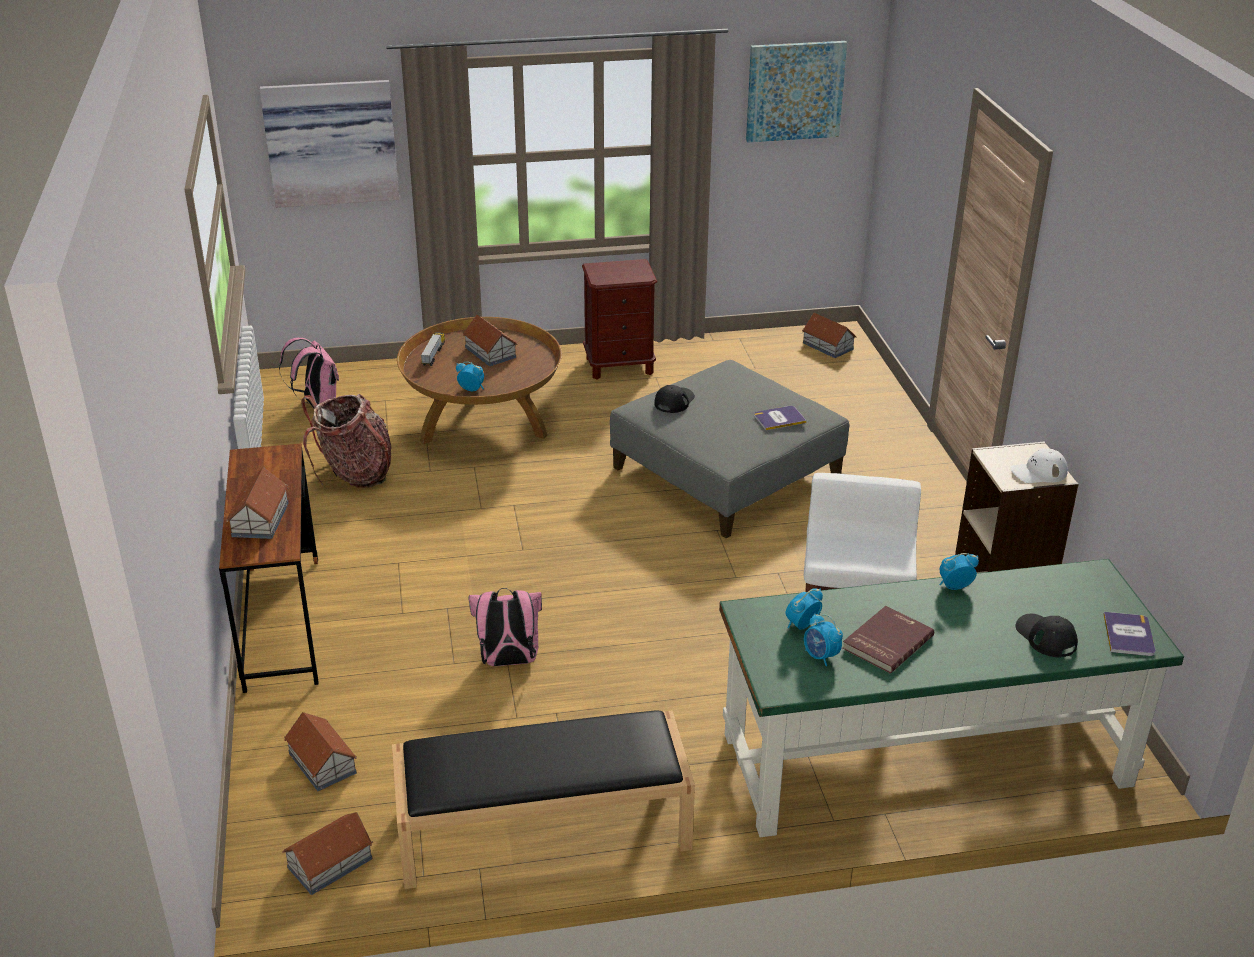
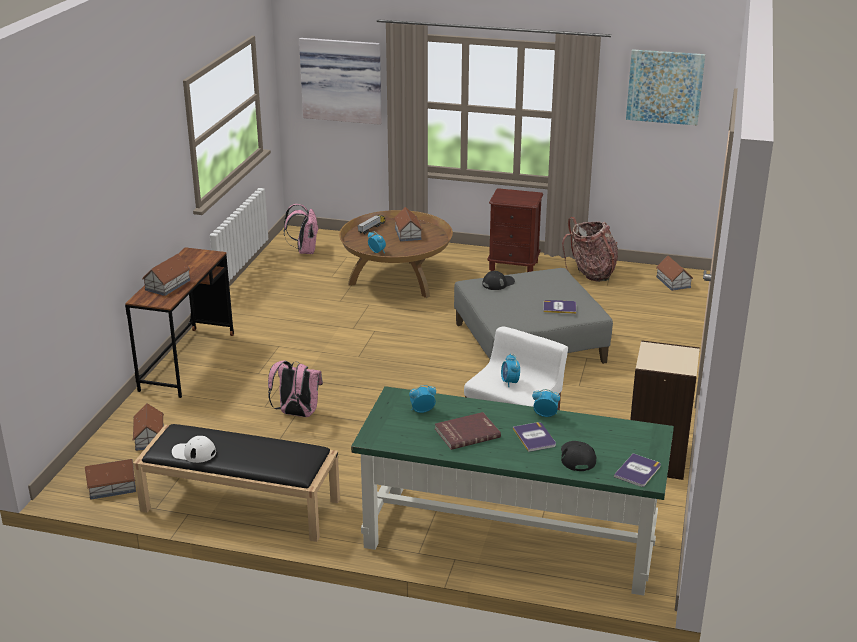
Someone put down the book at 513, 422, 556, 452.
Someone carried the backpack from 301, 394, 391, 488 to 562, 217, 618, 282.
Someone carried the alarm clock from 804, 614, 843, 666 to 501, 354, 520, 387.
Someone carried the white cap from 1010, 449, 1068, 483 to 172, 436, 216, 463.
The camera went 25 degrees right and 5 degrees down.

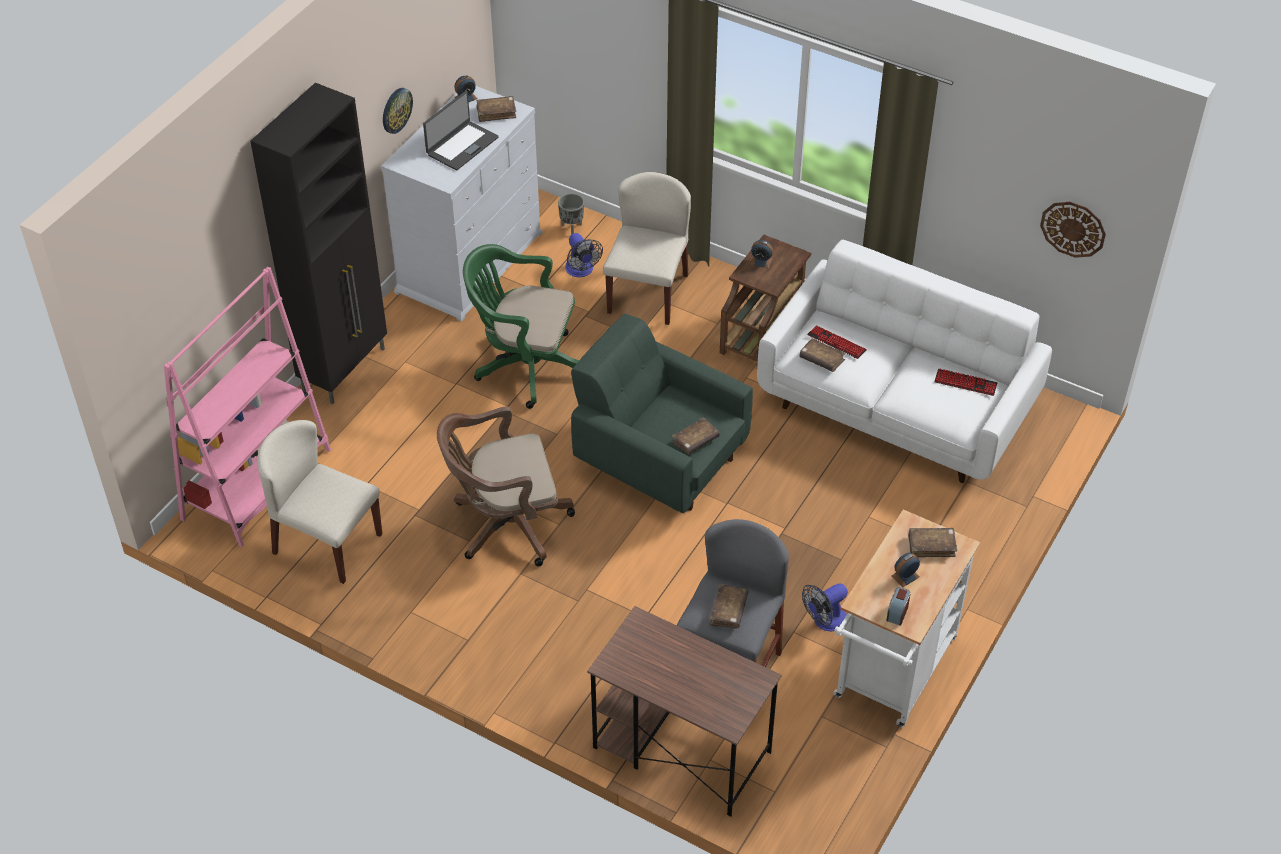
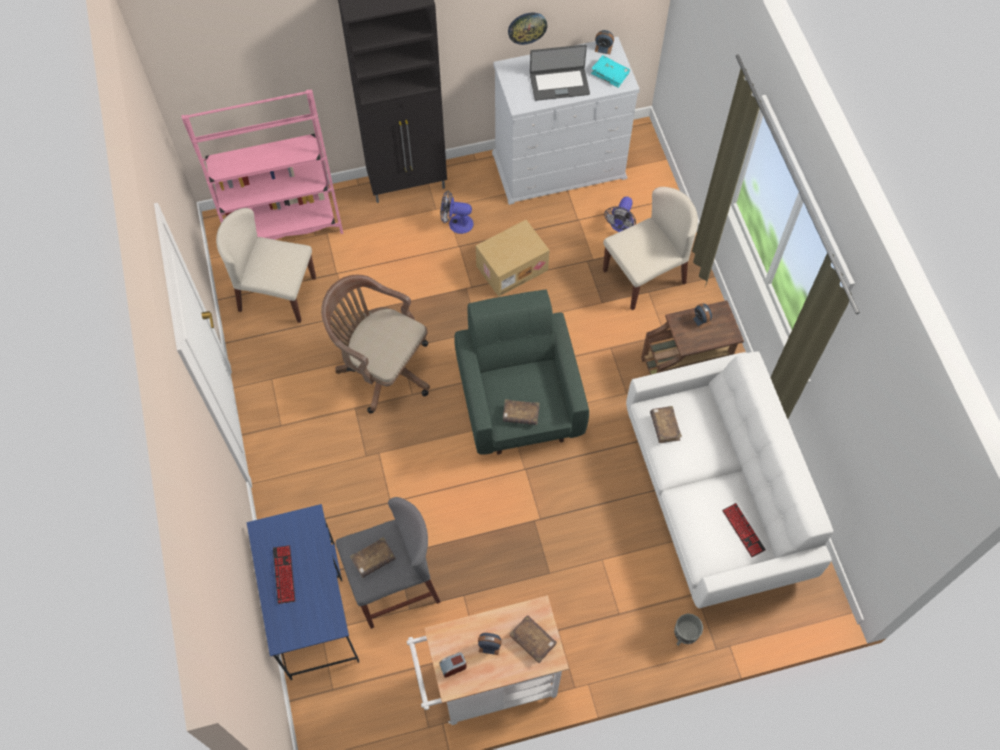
Someone took away the wall clock at 1040, 202, 1106, 258.
Someone carried the grey planter from 558, 193, 584, 234 to 674, 614, 703, 646.
Someone carried the fan from 802, 583, 848, 631 to 440, 190, 474, 234.
Someone carried the keyboard from 807, 326, 866, 359 to 273, 545, 295, 604.
Someone swapped the green office chair at 463, 244, 579, 409 for the cardboard box at 476, 220, 549, 297.
Someone repainted the brown book at 476, 96, 516, 122, which became the turquoise book at 591, 55, 630, 88.
Someone repainted the brown desk at 587, 606, 782, 817, which became the blue desk at 247, 504, 359, 680.
Someone rotated the beige chair at 257, 420, 382, 584 by 60 degrees counterclockwise.
The camera went 45 degrees right and 15 degrees up.

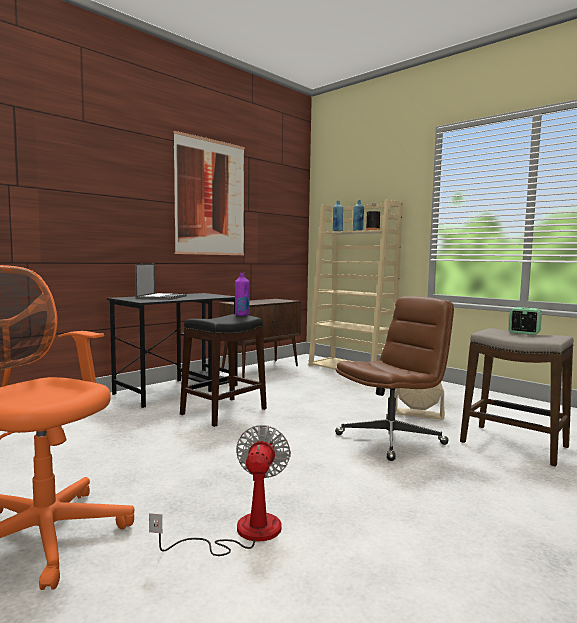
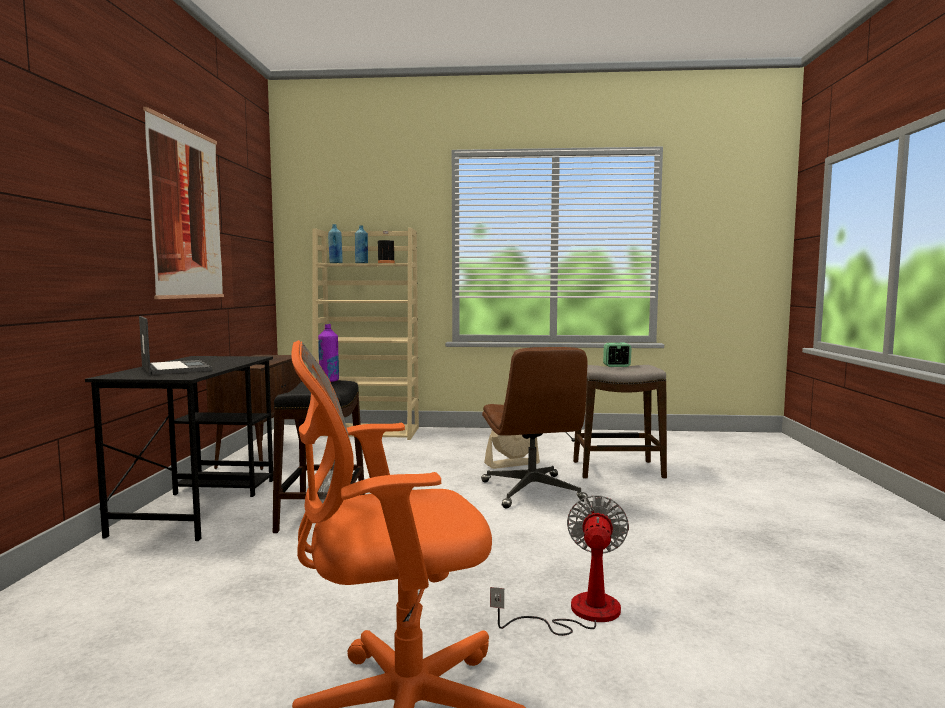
Someone rotated the fan at 149, 425, 291, 556 by 45 degrees clockwise.
Someone rotated the brown office chair at 335, 296, 454, 461 by 150 degrees clockwise.
The camera went 40 degrees left and 0 degrees up.

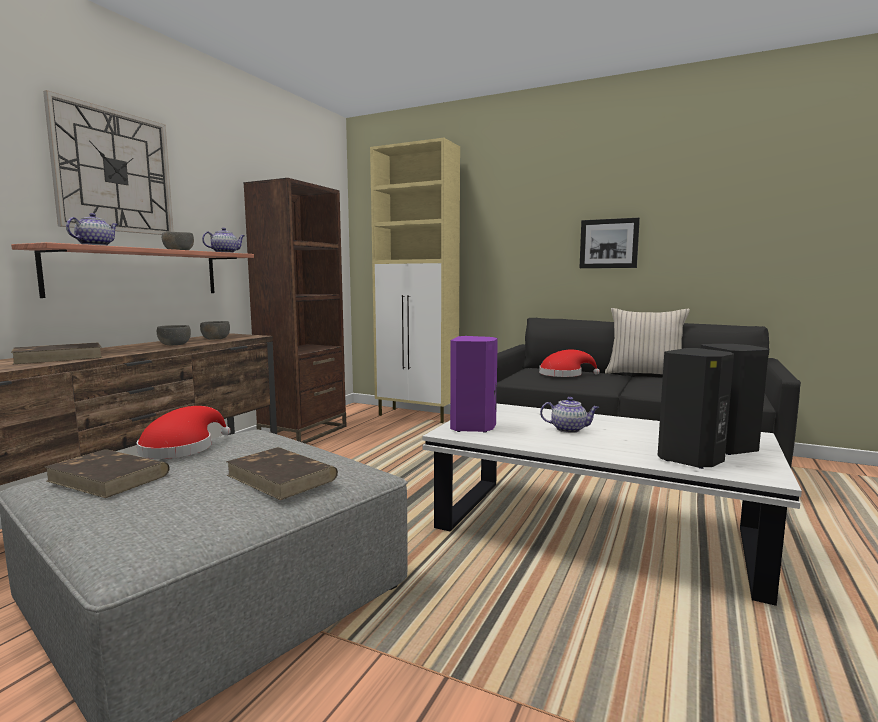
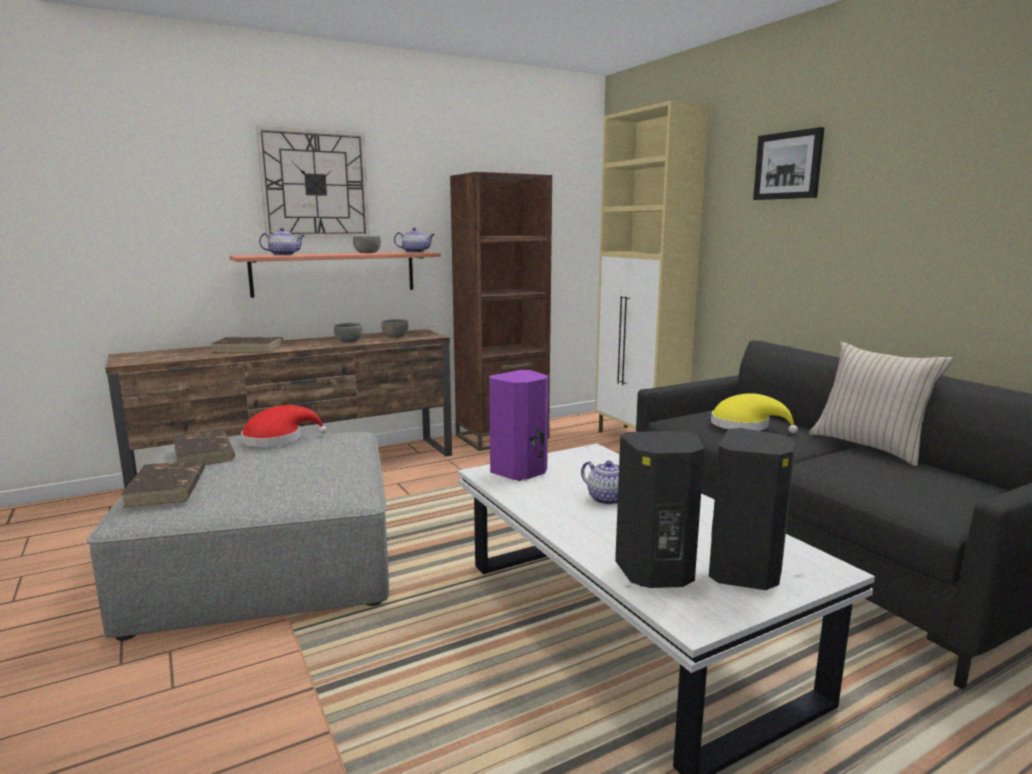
Someone carried the brown book from 226, 447, 338, 500 to 121, 460, 205, 508.
Someone carried the picture from 579, 218, 640, 268 to 753, 127, 825, 200.
Someone repainted the red hat at 539, 350, 600, 377, which became the yellow hat at 711, 393, 798, 433.
The camera went 35 degrees right and 5 degrees up.

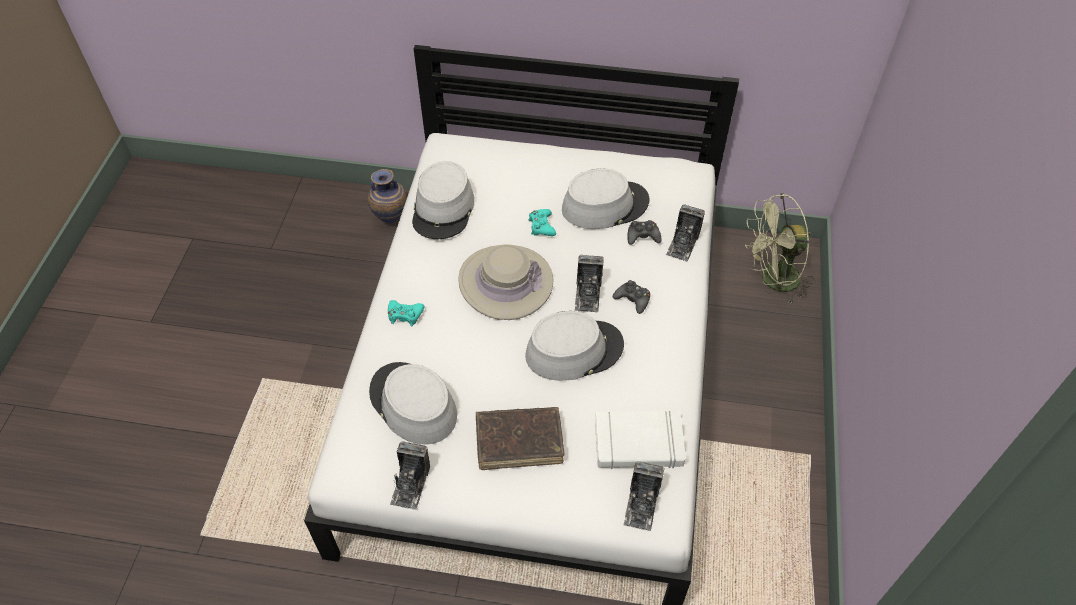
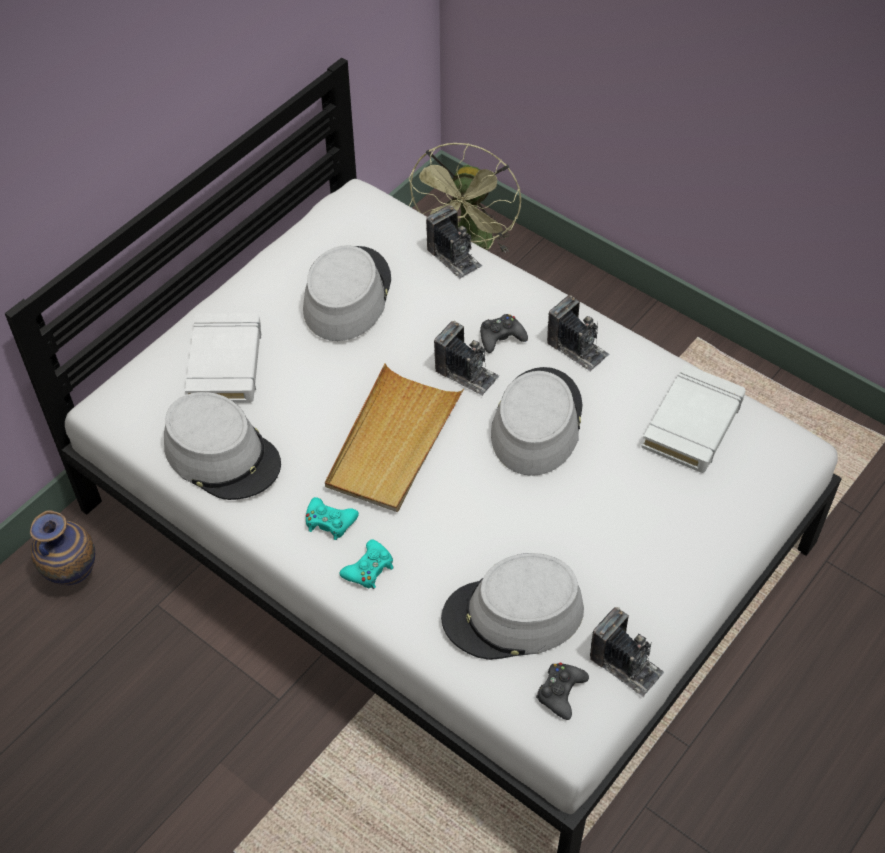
Someone took away the brown book at 476, 407, 564, 470.
Someone put down the white book at 185, 313, 261, 403.
Someone carried the turquoise game controller from 528, 209, 556, 236 to 306, 497, 359, 540.
Someone carried the photo camera from 623, 461, 665, 531 to 547, 295, 609, 372.
Someone carried the black game controller from 627, 220, 662, 245 to 536, 663, 589, 720.
Someone swapped the beige hat at 458, 244, 553, 320 for the beige tray at 325, 363, 464, 512.
The camera went 60 degrees left and 0 degrees up.

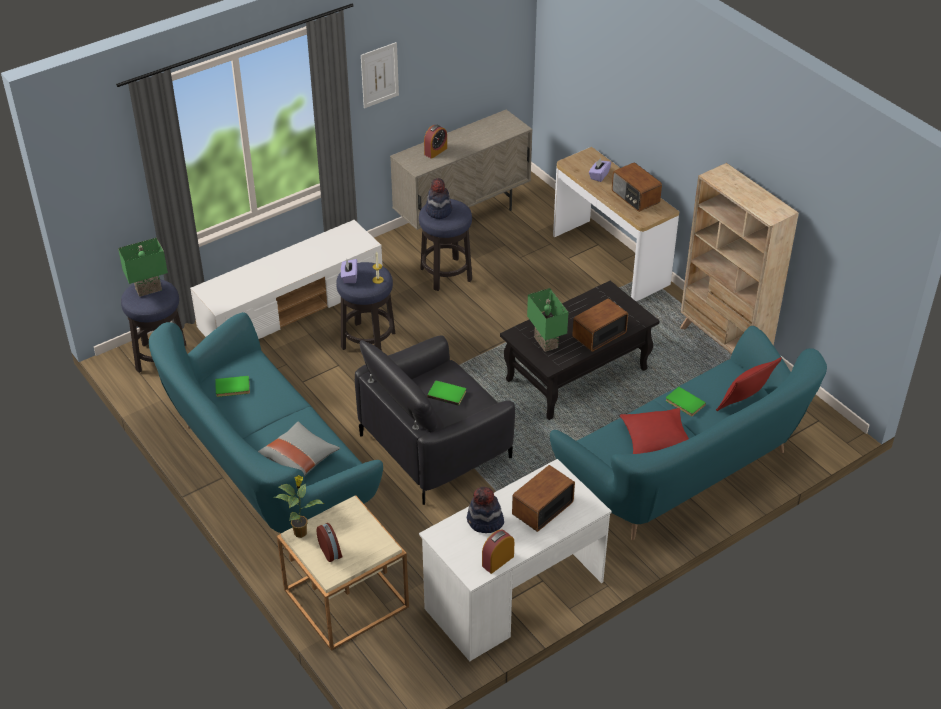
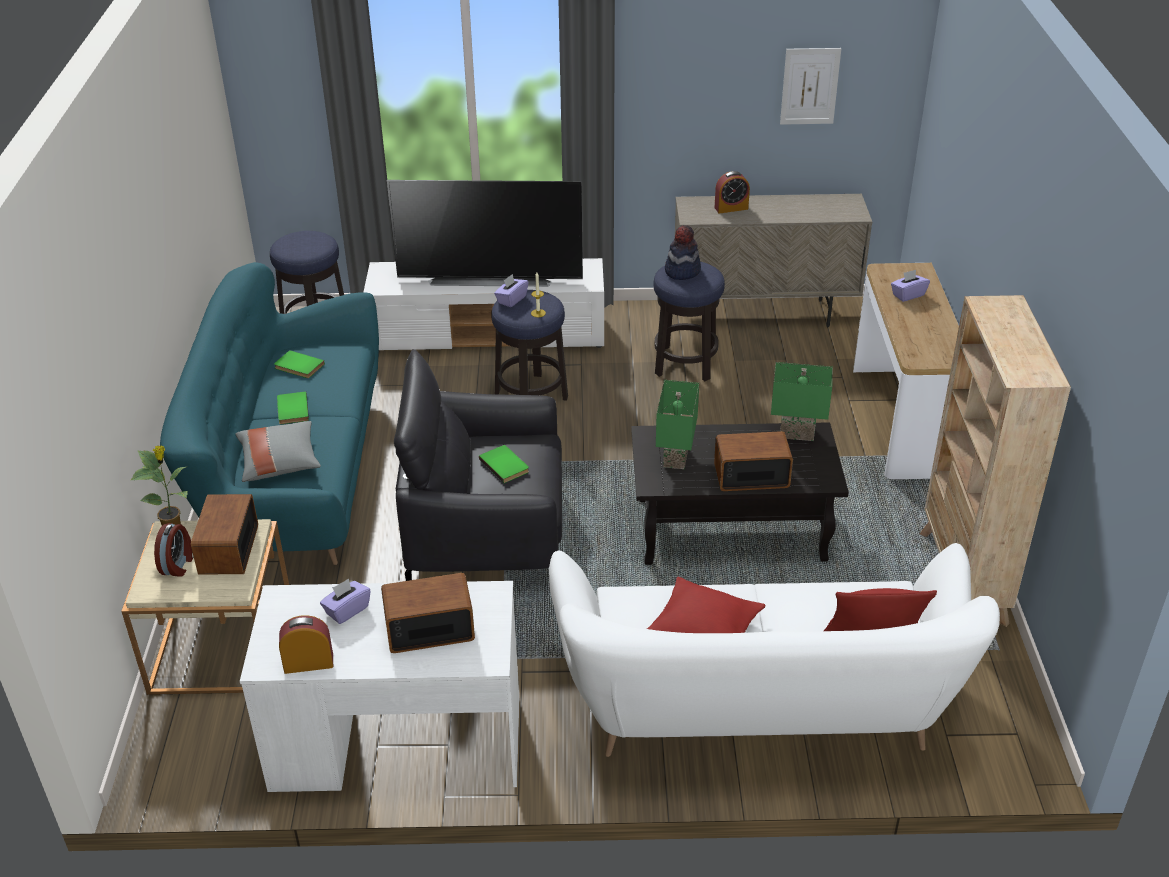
Someone put down the television at 387, 180, 583, 287.
Someone carried the green table lamp from 118, 237, 168, 297 to 771, 362, 833, 441.
Someone carried the picture from 361, 42, 399, 108 to 780, 48, 841, 125.
Someone carried the radio from 612, 162, 662, 212 to 191, 494, 258, 575.
Someone carried the green book from 666, 387, 706, 416 to 277, 391, 309, 424.
Someone swapped the hat at 467, 487, 504, 533 for the purple tissue box at 320, 579, 371, 624.
Someone repainted the turquoise sofa at 550, 326, 827, 540, which became the white sofa at 549, 543, 1000, 757.
The camera went 35 degrees right and 5 degrees down.

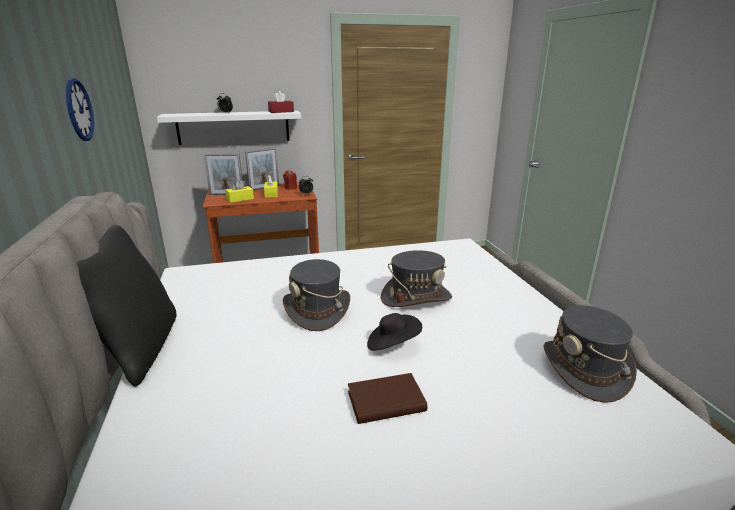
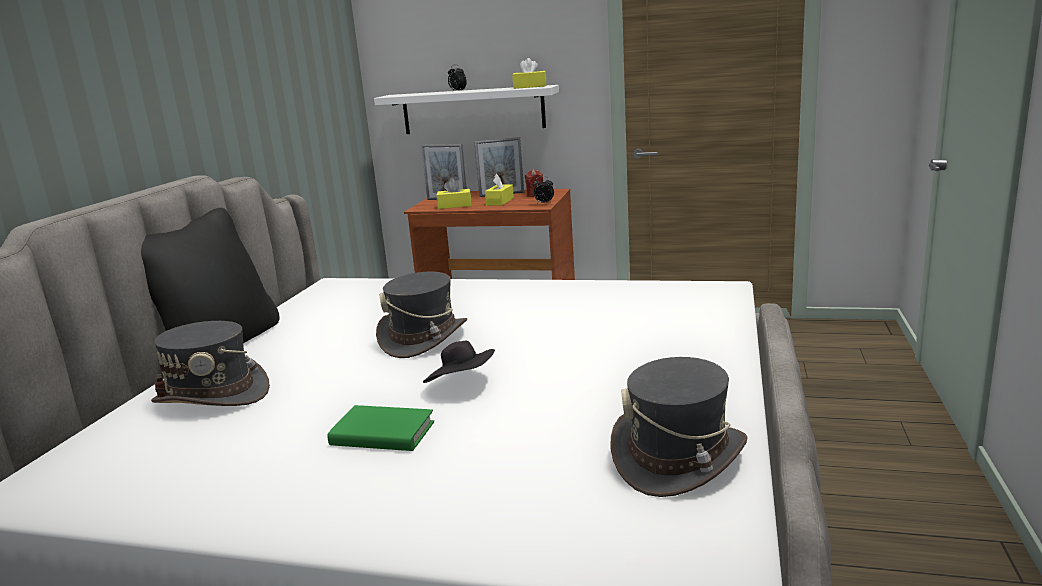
Someone took away the wall clock at 66, 78, 94, 141.
Someone carried the grey hat from 381, 250, 452, 307 to 151, 321, 270, 406.
Someone repainted the red tissue box at 268, 91, 294, 113, which became the yellow tissue box at 512, 58, 546, 89.
Someone repainted the brown book at 348, 373, 427, 424, which became the green book at 328, 405, 434, 451.
The camera went 30 degrees right and 5 degrees down.

